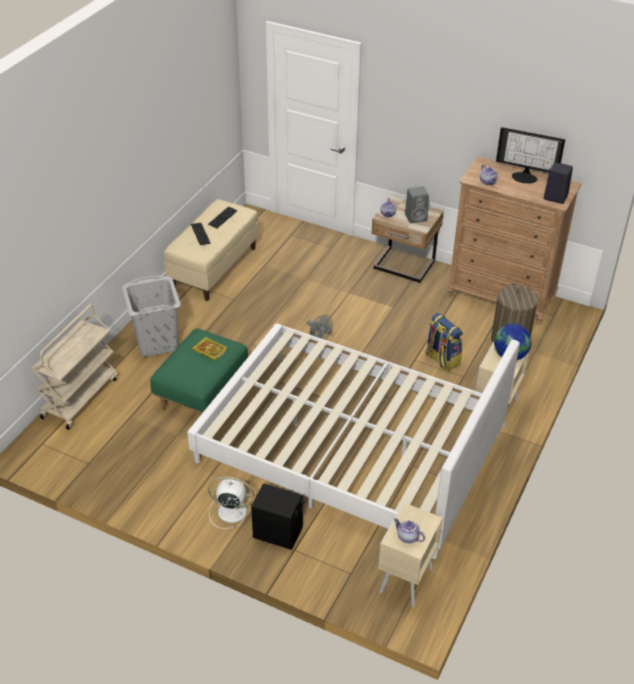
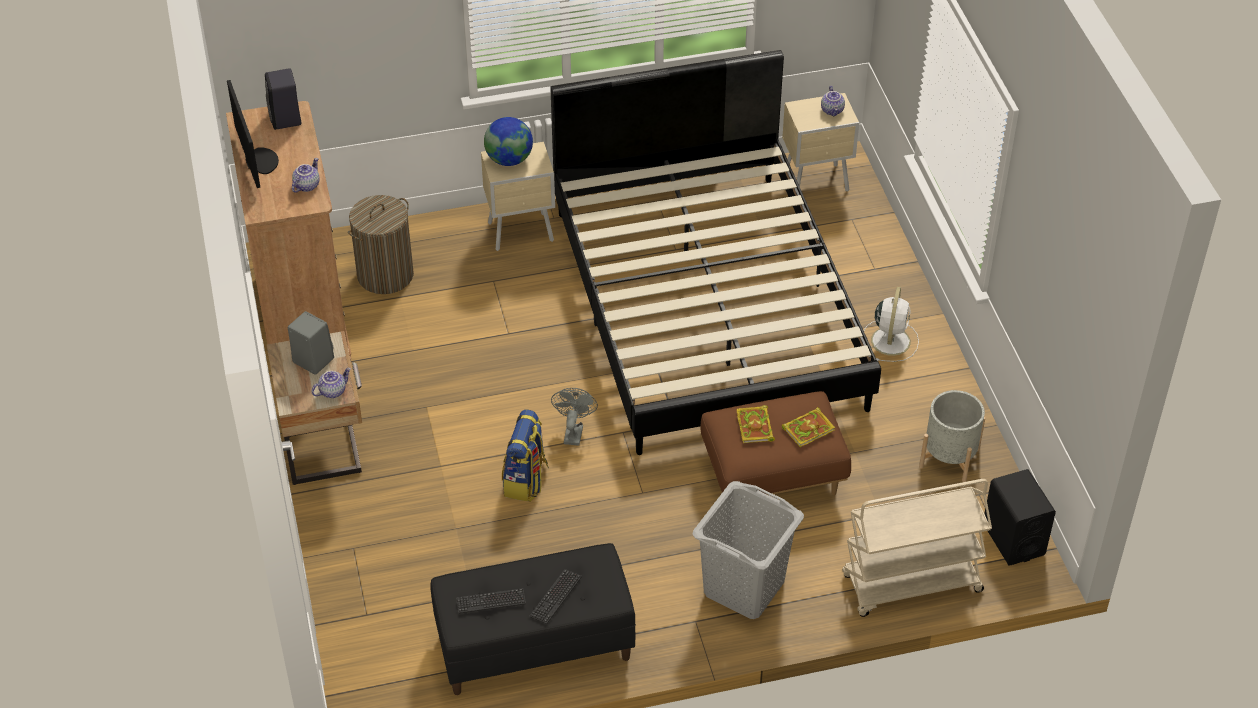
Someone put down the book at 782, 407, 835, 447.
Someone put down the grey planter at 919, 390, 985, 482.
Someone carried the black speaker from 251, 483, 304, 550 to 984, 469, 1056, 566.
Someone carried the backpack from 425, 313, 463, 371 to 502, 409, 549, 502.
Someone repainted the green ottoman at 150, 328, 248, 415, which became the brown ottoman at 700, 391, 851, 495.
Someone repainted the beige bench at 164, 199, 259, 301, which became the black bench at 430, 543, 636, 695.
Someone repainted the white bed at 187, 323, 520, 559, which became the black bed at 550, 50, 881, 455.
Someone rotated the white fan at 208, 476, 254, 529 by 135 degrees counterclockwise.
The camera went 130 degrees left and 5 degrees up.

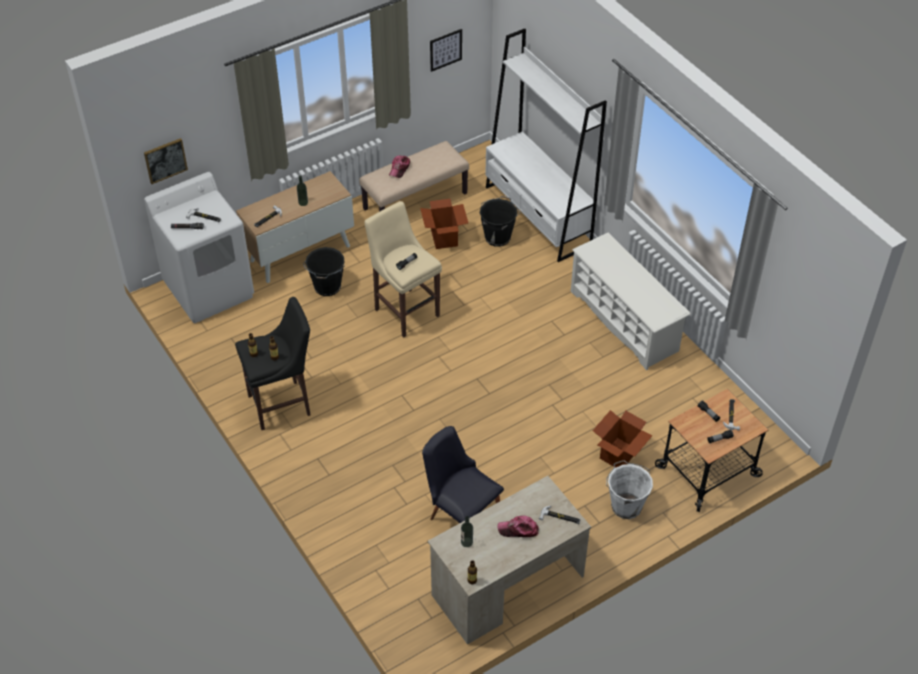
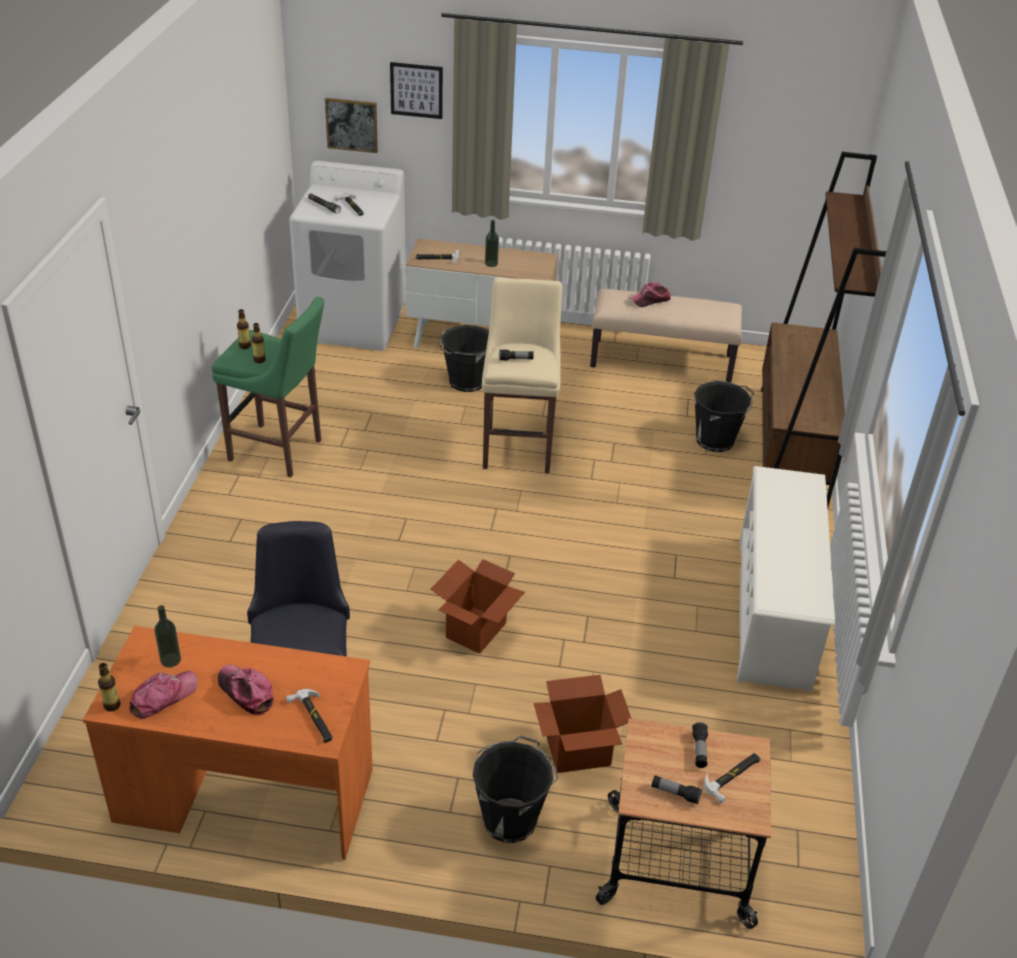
Someone put down the cap at 129, 671, 198, 719.
Someone carried the cardboard box from 420, 199, 468, 249 to 431, 559, 525, 654.
Someone carried the picture from 430, 29, 462, 72 to 390, 62, 443, 119.
Someone repainted the black stool at 235, 297, 311, 430, which became the green stool at 212, 297, 324, 477.
Someone repainted the beige desk at 428, 476, 591, 645, which became the orange desk at 83, 626, 373, 860.
Someone repainted the white bookcase at 485, 29, 607, 262, which became the brown bookcase at 761, 152, 886, 507.
Someone repainted the white bucket at 606, 460, 653, 519, which became the black bucket at 473, 735, 558, 843.
The camera went 40 degrees right and 10 degrees down.

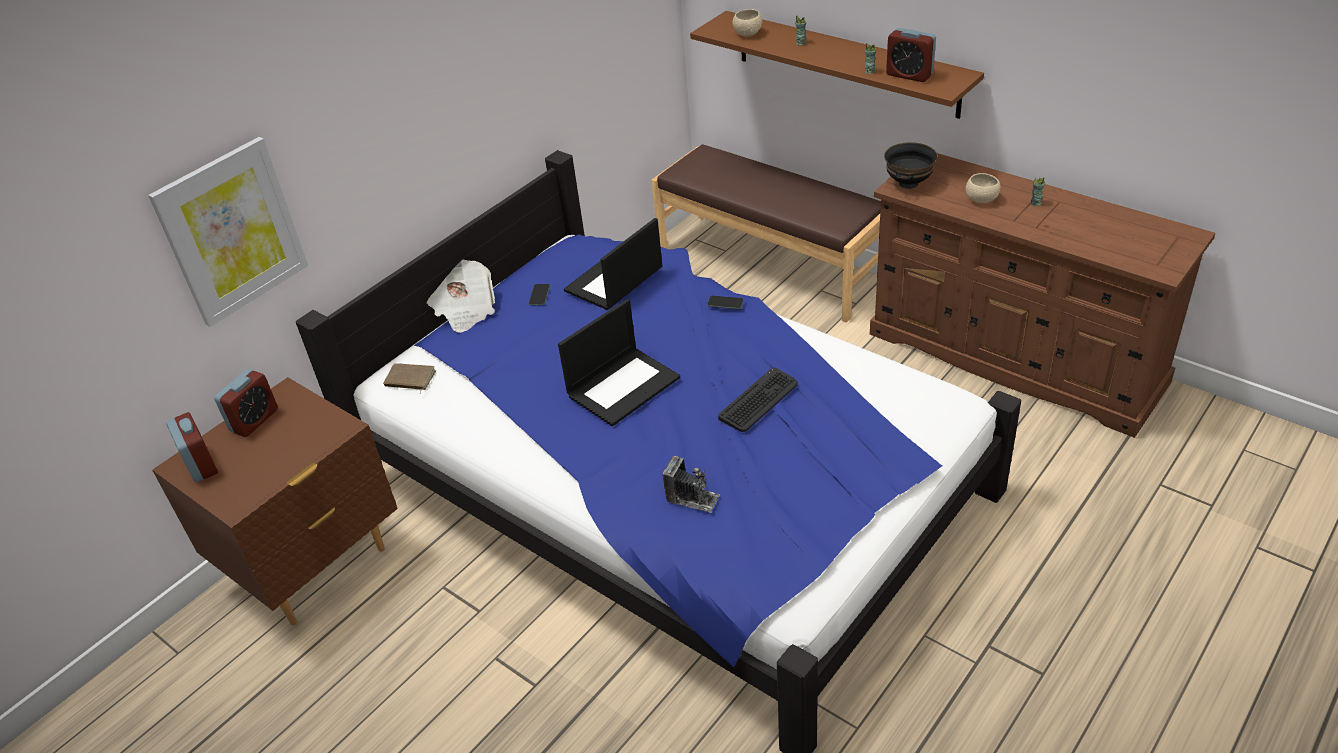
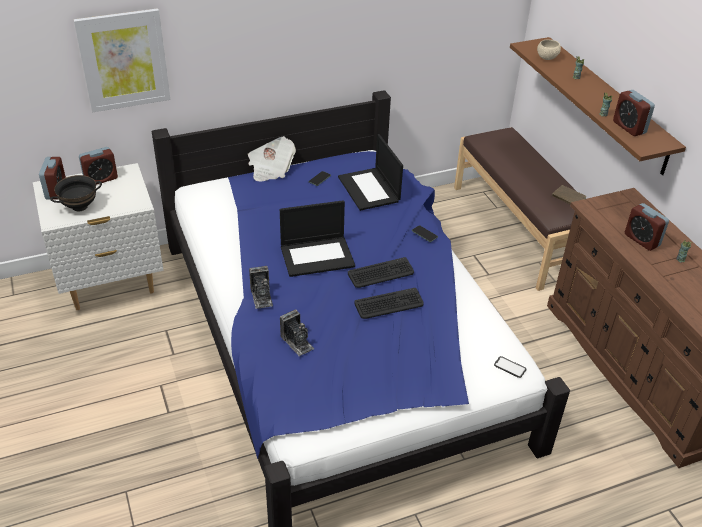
Someone put down the photo camera at 249, 266, 273, 309.
Someone put down the keyboard at 348, 257, 414, 288.
Someone put down the phone at 494, 356, 527, 378.
Someone carried the brown book from 383, 363, 436, 393 to 552, 185, 587, 205.
Someone carried the black bowl from 884, 142, 937, 189 to 50, 175, 102, 211.
Someone swapped the beige bowl at 966, 173, 1001, 203 for the alarm clock at 625, 203, 669, 251.
Someone repainted the brown nightstand at 152, 377, 397, 626, which became the white nightstand at 33, 163, 163, 310.
Someone rotated the laptop at 564, 218, 662, 310 by 90 degrees counterclockwise.
The camera went 25 degrees right and 0 degrees up.

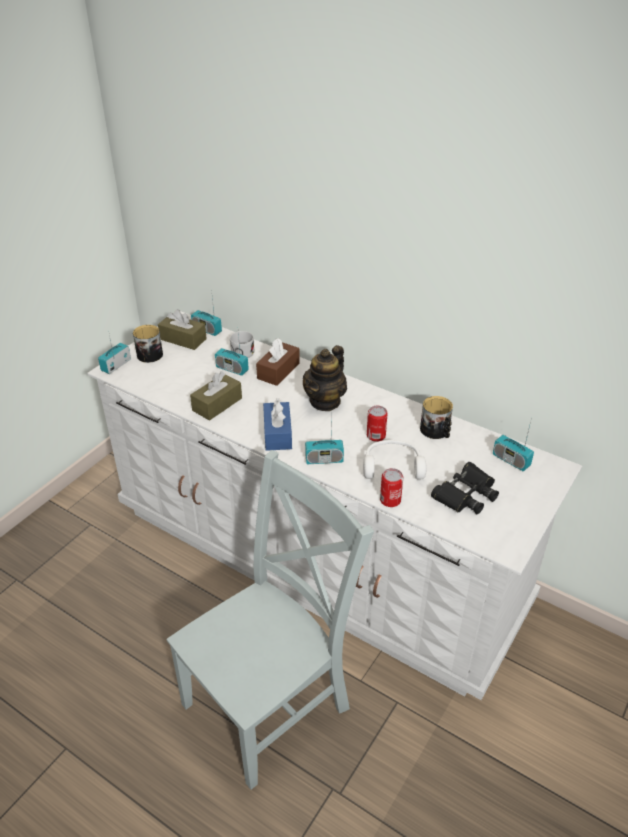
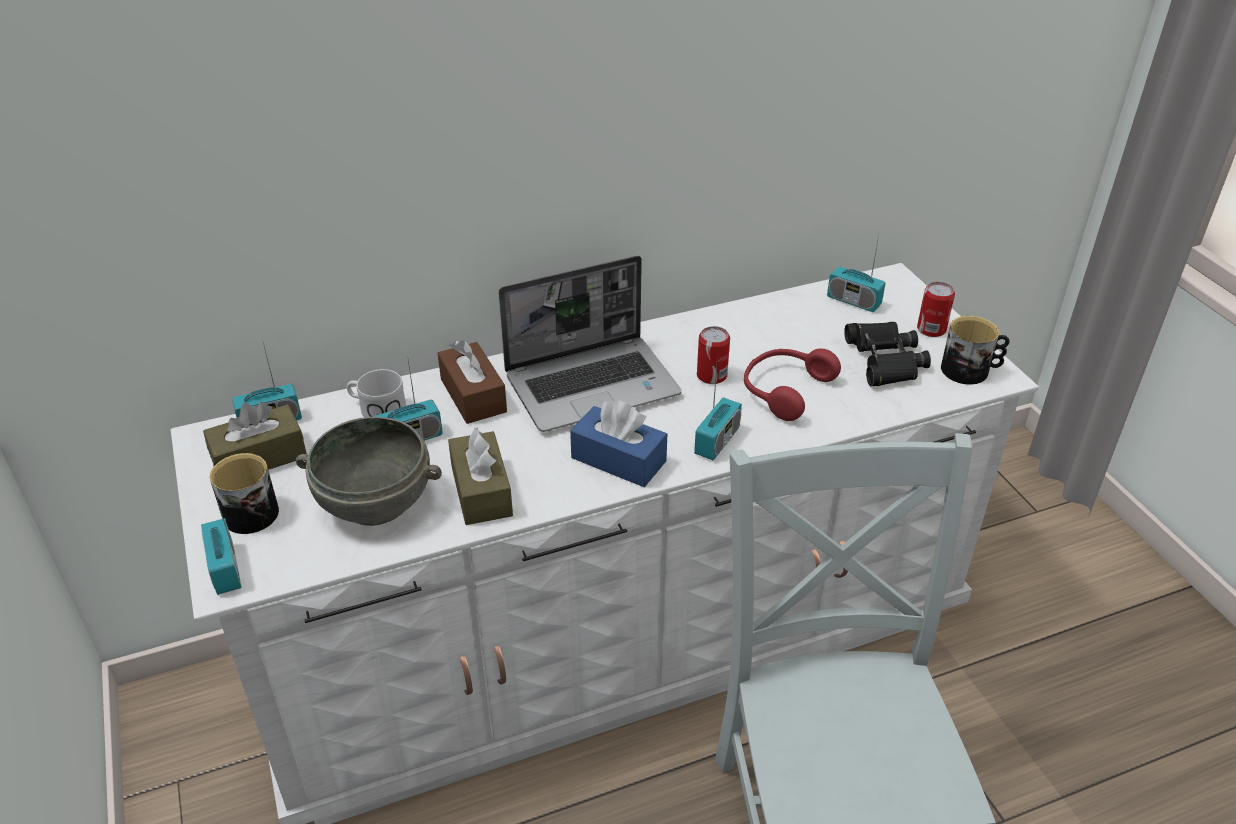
Someone put down the grey bowl at 296, 417, 442, 526.
Someone carried the can from 380, 468, 403, 507 to 917, 282, 955, 337.
Someone carried the mug from 420, 396, 453, 439 to 941, 316, 1010, 384.
Someone swapped the teapot at 303, 345, 347, 411 for the laptop at 498, 256, 682, 432.
Someone repainted the white headphones at 363, 440, 426, 480, which became the red headphones at 744, 348, 841, 421.
Someone rotated the radio at 493, 422, 534, 471 by 45 degrees clockwise.
The camera went 55 degrees left and 0 degrees up.

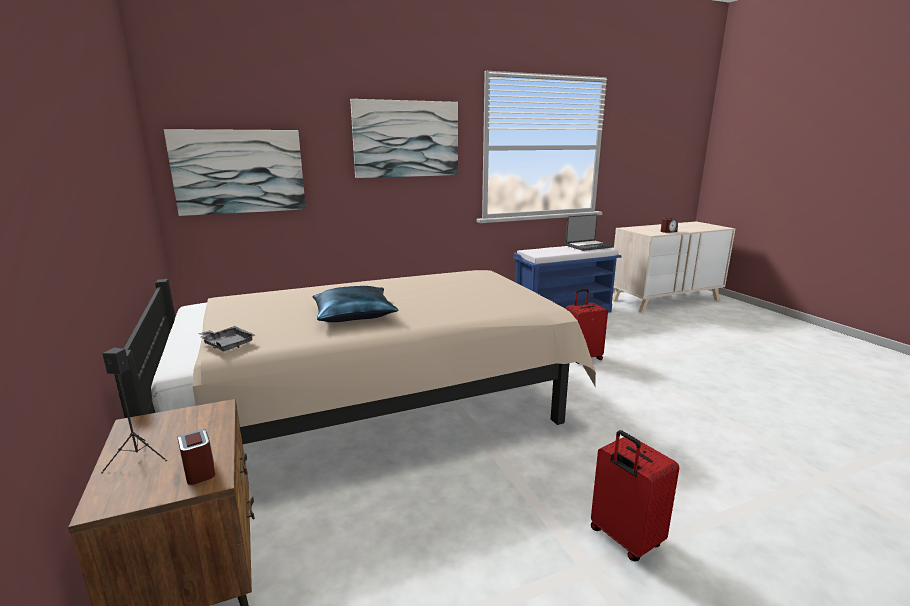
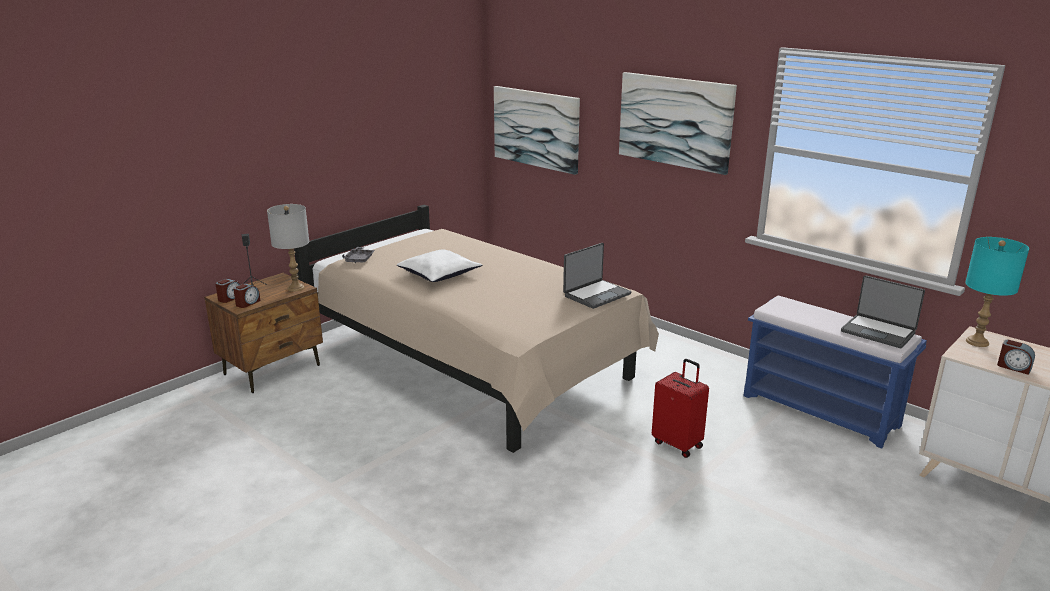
Someone took away the red suitcase at 591, 430, 679, 562.
Someone put down the alarm clock at 215, 279, 240, 303.
Someone put down the grey table lamp at 267, 204, 309, 292.
Someone put down the laptop at 563, 243, 631, 309.
Someone put down the turquoise table lamp at 965, 237, 1029, 347.
Someone repainted the blue pillow at 313, 286, 399, 322, which became the white pillow at 397, 249, 482, 282.
The camera went 65 degrees right and 5 degrees up.

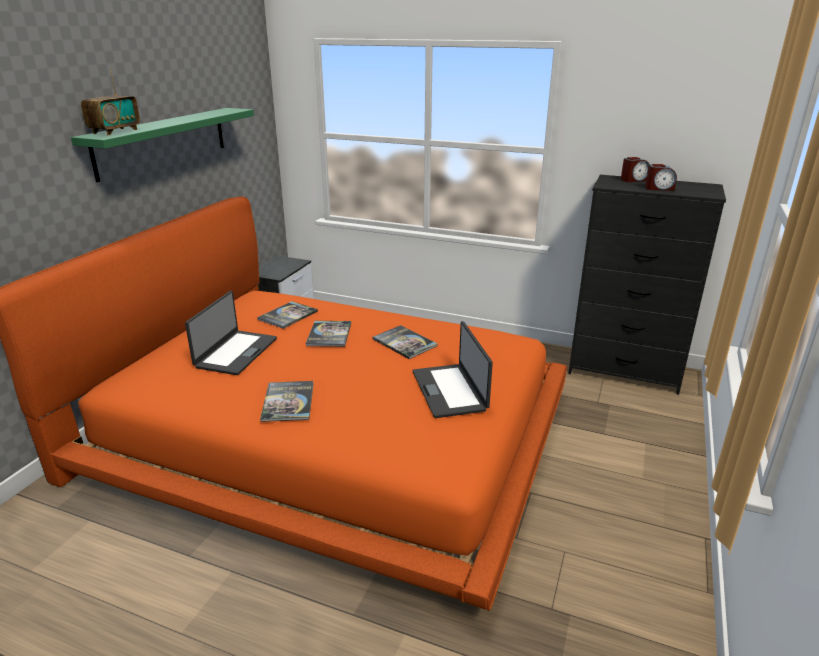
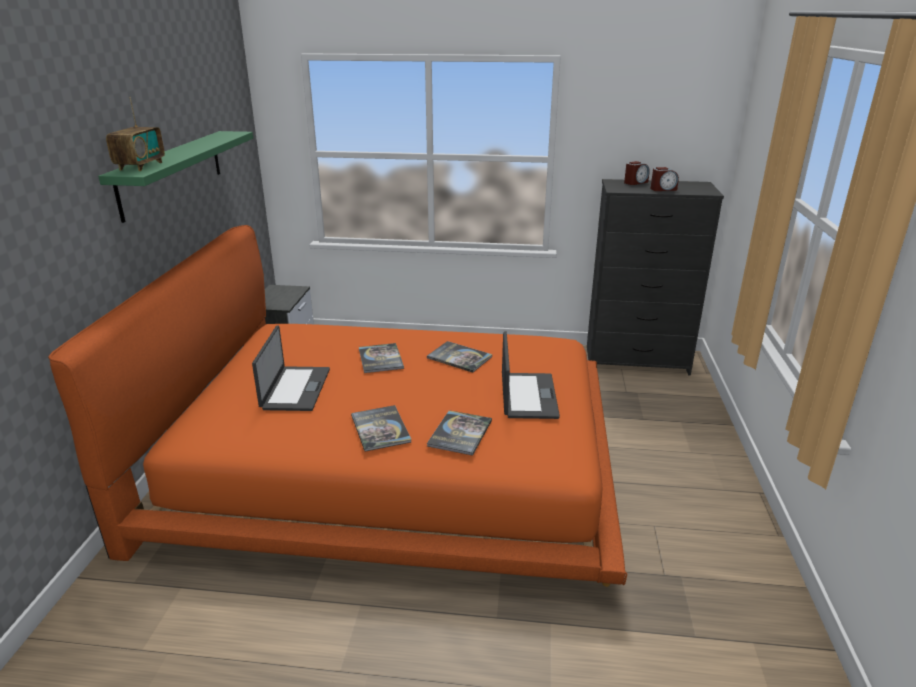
Someone carried the book from 257, 301, 318, 329 to 427, 410, 492, 456.
Someone rotated the laptop at 413, 321, 493, 418 by 150 degrees counterclockwise.
The camera went 15 degrees left and 0 degrees up.

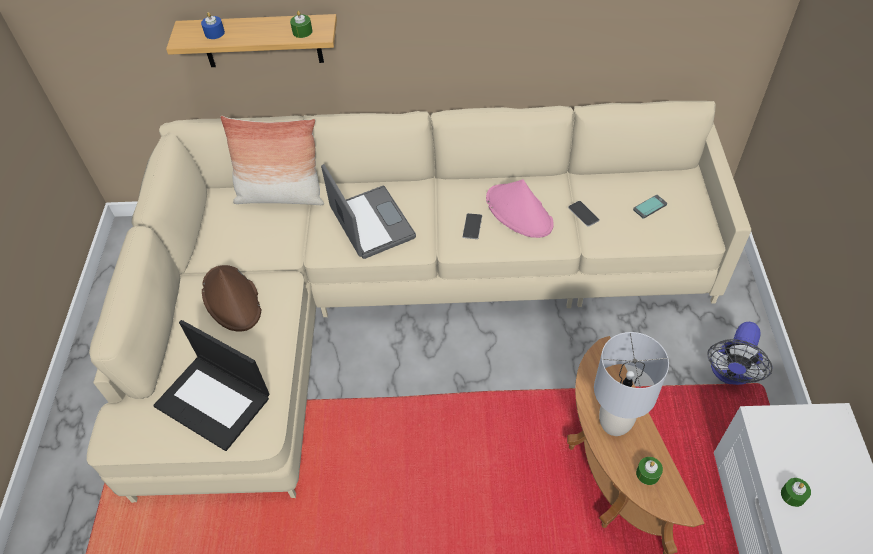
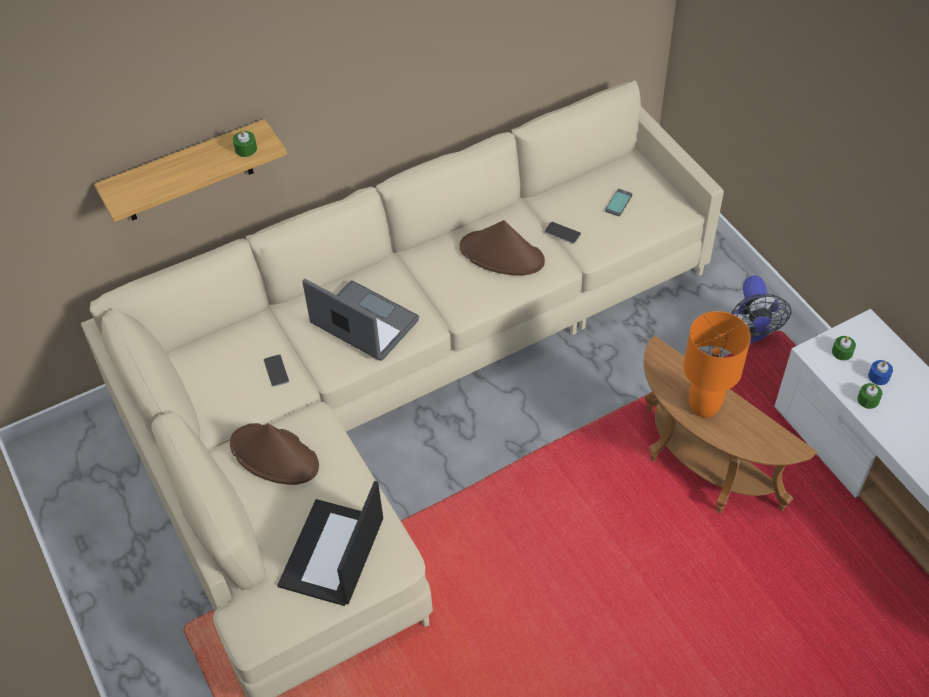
Someone took away the pillow at 221, 116, 324, 205.
Someone carried the blue candle from 201, 12, 225, 39 to 868, 360, 893, 385.
Someone carried the phone from 463, 213, 482, 239 to 264, 354, 289, 387.
Someone carried the green candle from 636, 457, 663, 485 to 832, 336, 856, 361.
Someone repainted the pink hat at 486, 179, 554, 238, which became the brown hat at 460, 220, 545, 275.
Someone repainted the grey table lamp at 594, 332, 669, 436, which became the orange table lamp at 683, 311, 751, 418.
Someone rotated the laptop at 153, 320, 270, 451 by 105 degrees clockwise.
The camera went 30 degrees left and 0 degrees up.

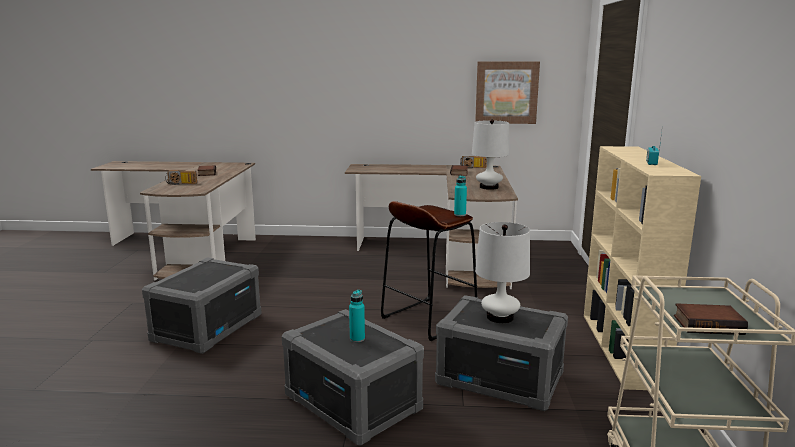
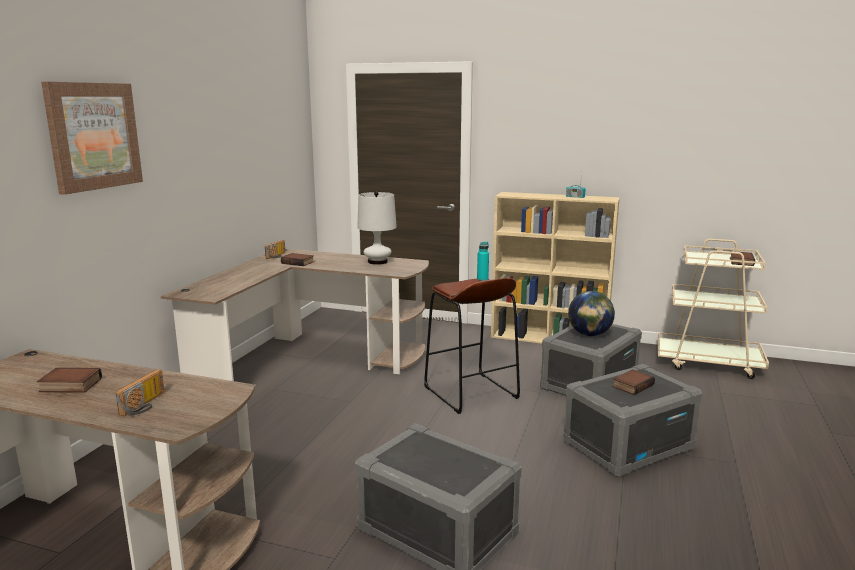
Someone carried the picture from 475, 62, 540, 124 to 41, 82, 143, 195.
Someone swapped the turquoise bottle at 349, 290, 365, 343 for the book at 612, 369, 655, 395.
Someone swapped the white table lamp at 475, 222, 530, 323 for the globe at 568, 291, 615, 336.
The camera went 75 degrees left and 0 degrees up.

